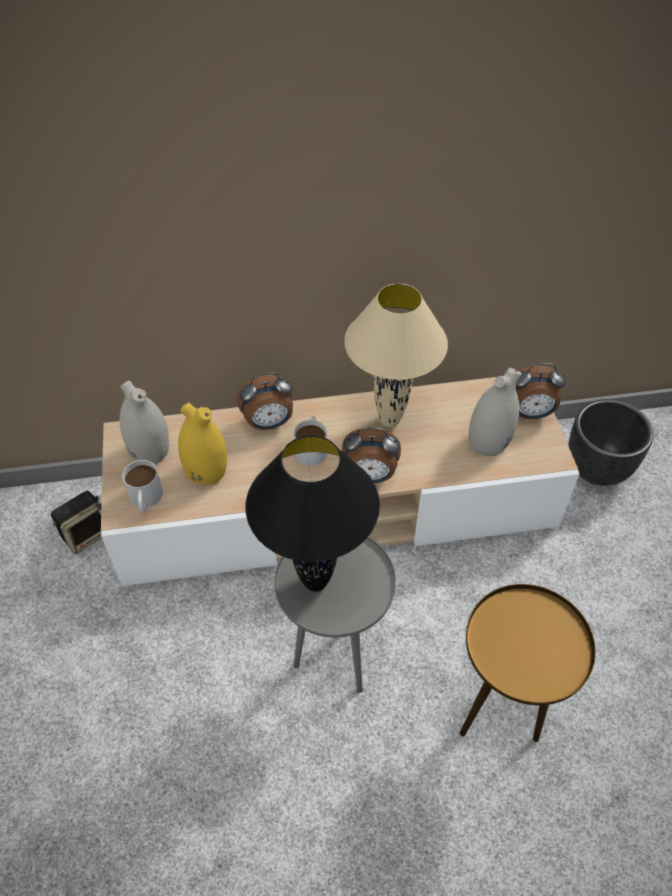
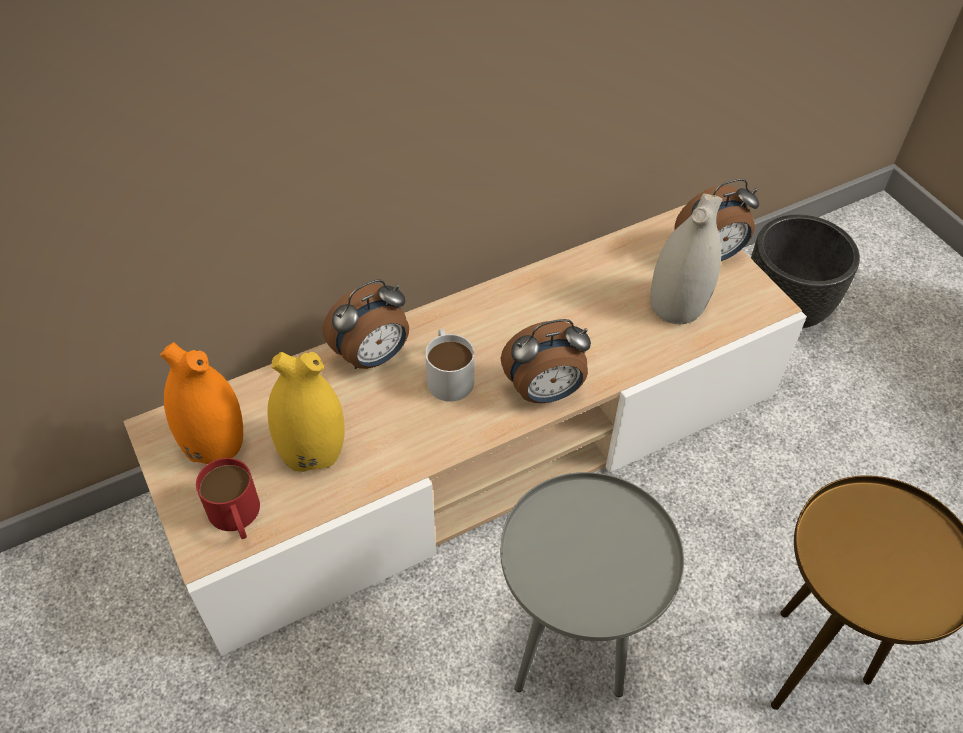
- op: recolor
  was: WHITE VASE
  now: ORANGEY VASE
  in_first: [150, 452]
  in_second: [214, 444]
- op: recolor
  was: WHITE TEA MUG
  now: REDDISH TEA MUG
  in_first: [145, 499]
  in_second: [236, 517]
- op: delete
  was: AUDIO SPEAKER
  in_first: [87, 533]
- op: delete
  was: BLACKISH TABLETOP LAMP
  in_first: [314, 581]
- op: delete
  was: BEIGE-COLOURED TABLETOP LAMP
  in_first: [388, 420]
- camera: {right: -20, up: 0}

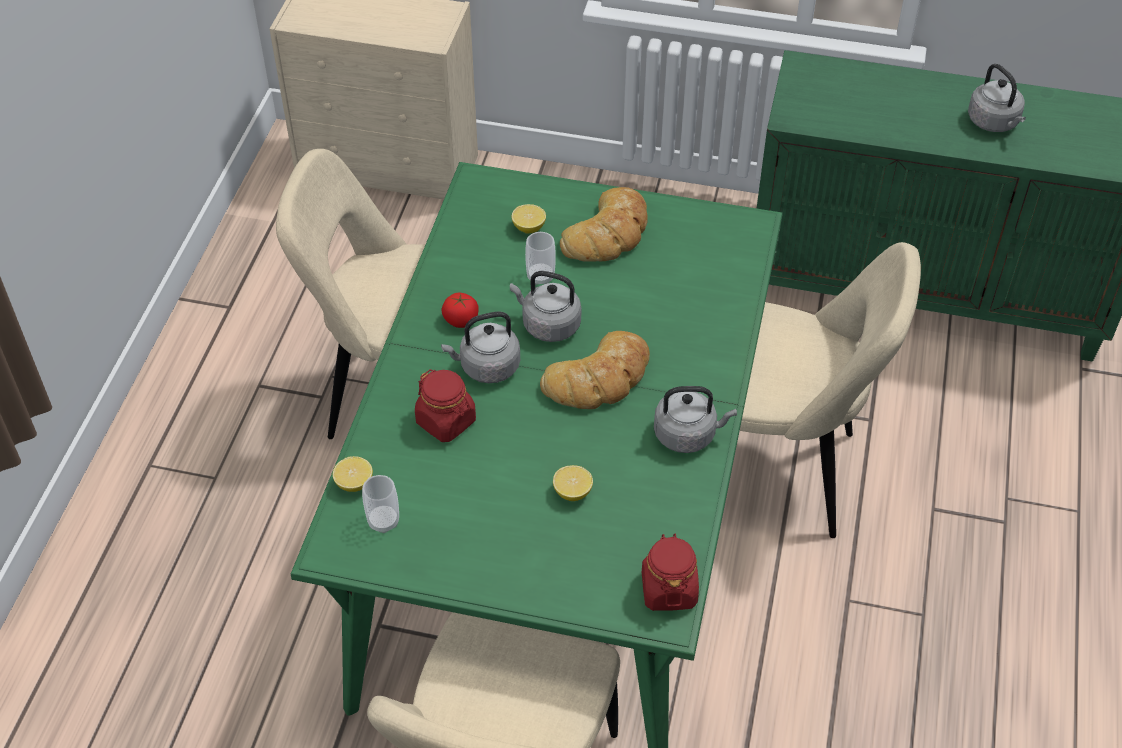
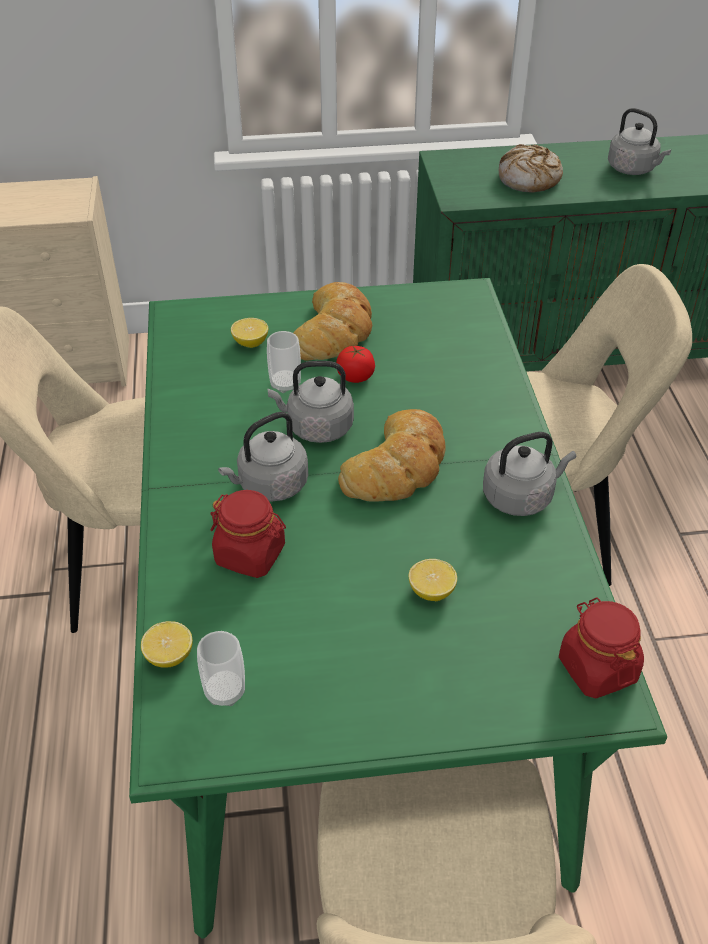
- op: move
  was: FRESH TOMATO
  in_first: [461, 320]
  in_second: [355, 376]
- op: insert
  now: BAKED BREAD
  in_second: [528, 179]
- camera: {right: -20, up: -5}

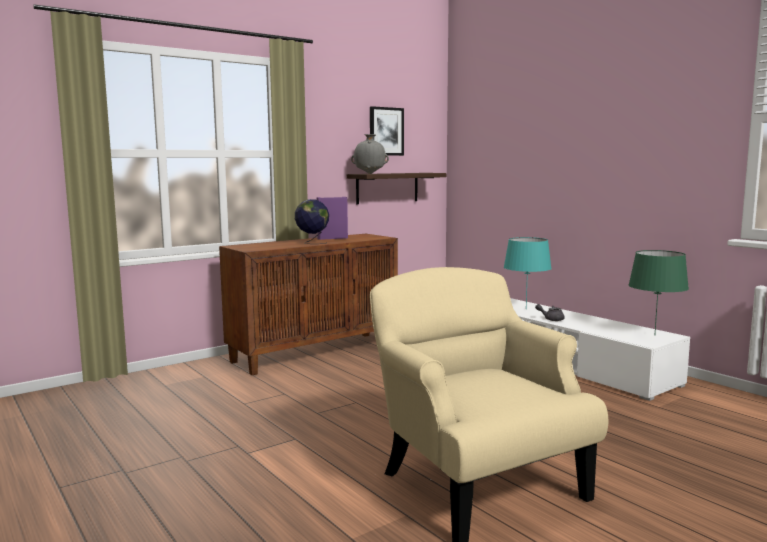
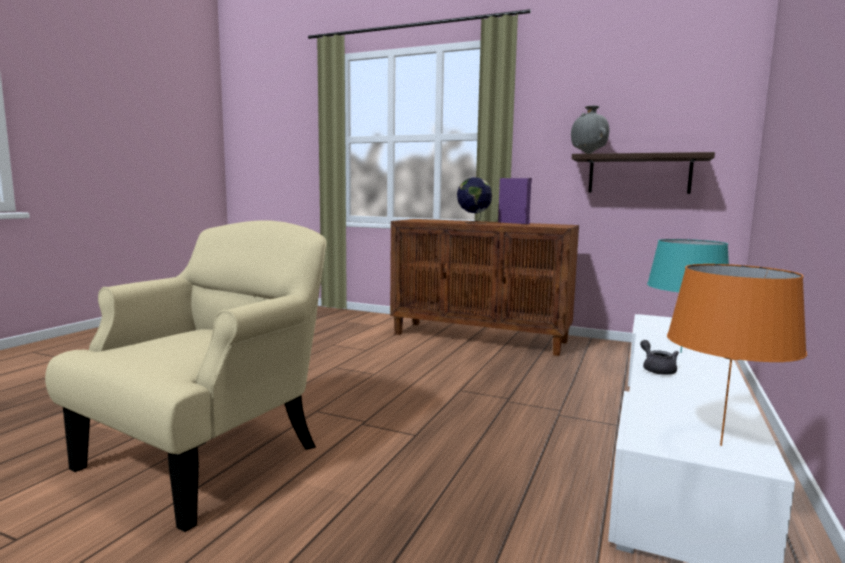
- op: recolor
  was: GREEN-COLOURED TABLETOP LAMP
  now: ORANGEY TABLETOP LAMP
  in_first: [655, 335]
  in_second: [720, 445]
- op: delete
  was: PICTURE
  in_first: [386, 131]
- camera: {right: 60, up: 0}

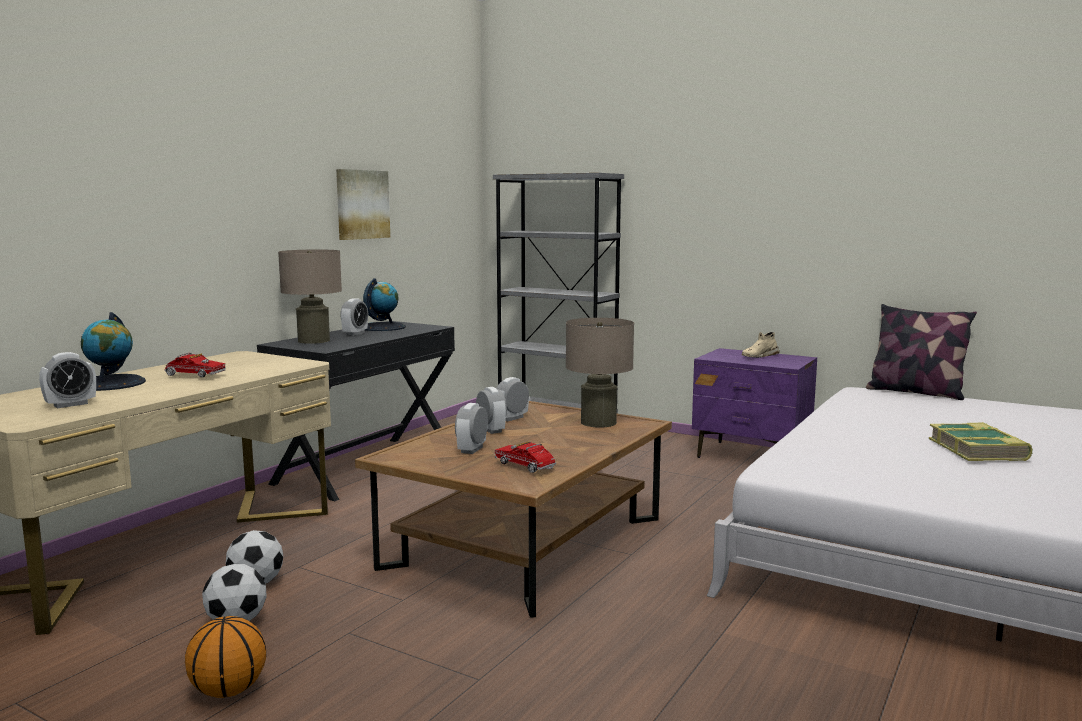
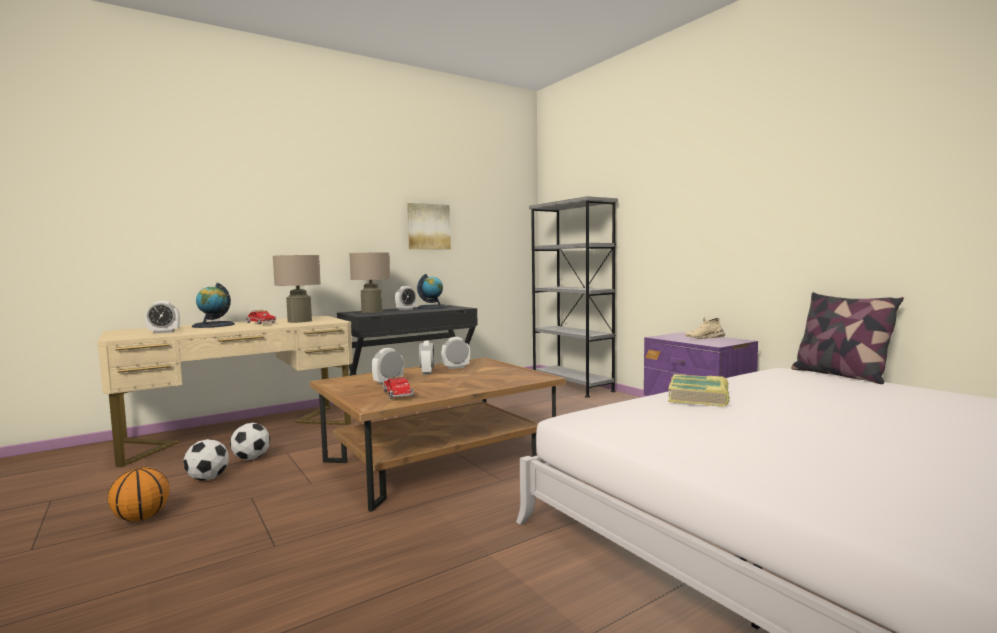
- op: move
  was: BEIGE-COLOURED TABLETOP LAMP
  in_first: [598, 422]
  in_second: [299, 321]
- op: move
  was: BOUND BOOK
  in_first: [978, 450]
  in_second: [699, 397]
- camera: {right: 25, up: -5}

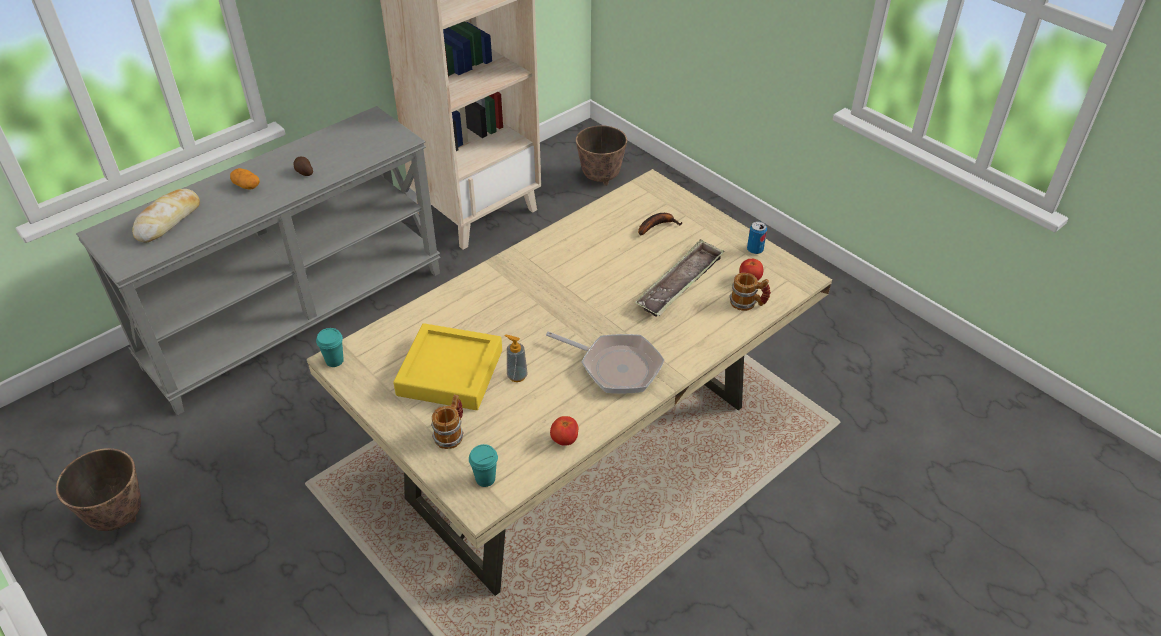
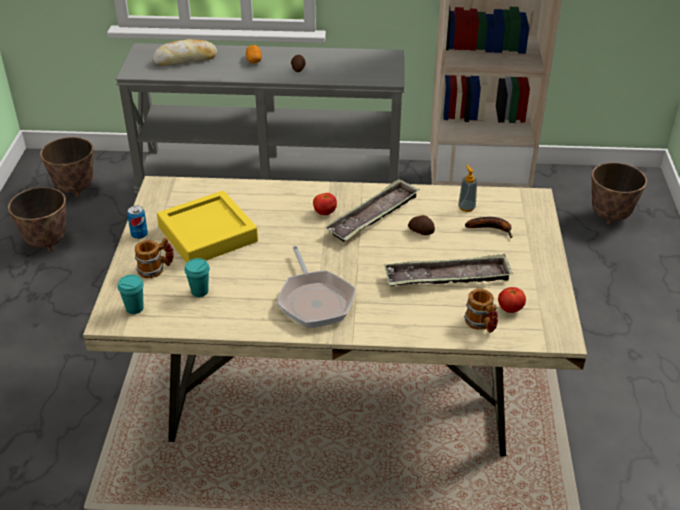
- op: insert
  now: FLOWER POT
  in_second: [75, 189]
- op: move
  was: METAL CAN
  in_first: [755, 250]
  in_second: [139, 234]
- op: move
  was: TURQUOISE SMALL CUP
  in_first: [334, 361]
  in_second: [199, 291]
- op: move
  was: FRESH TOMATO
  in_first: [564, 440]
  in_second: [324, 213]
- op: insert
  now: CARRYING TRAY
  in_second: [373, 216]
- op: insert
  now: POTATO
  in_second: [421, 231]
- op: move
  was: LIQUID SOAP BOTTLE
  in_first: [517, 376]
  in_second: [466, 207]
- camera: {right: 45, up: -5}

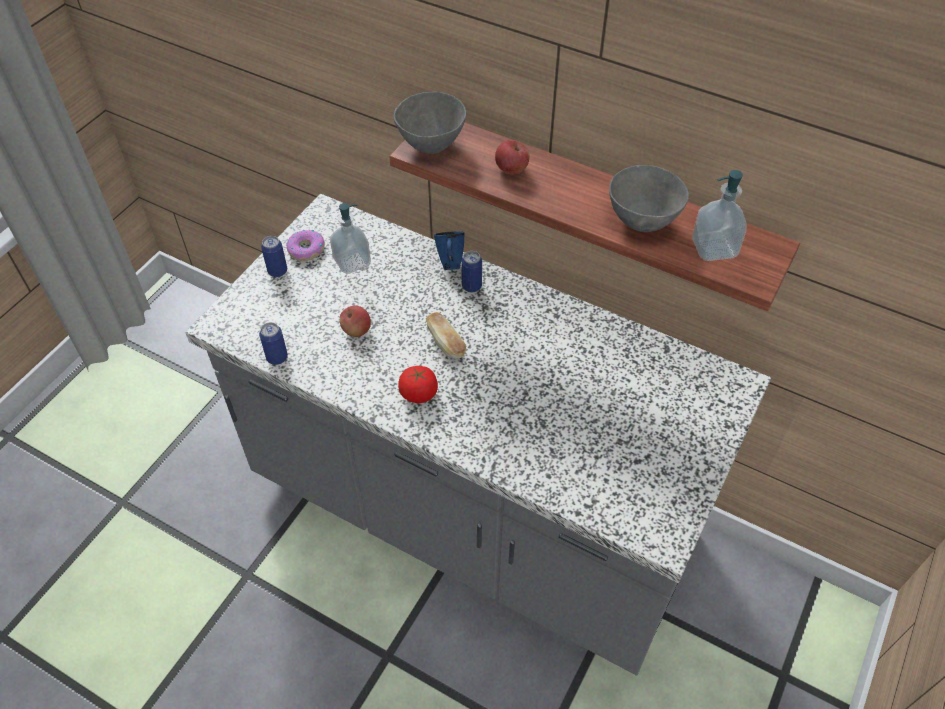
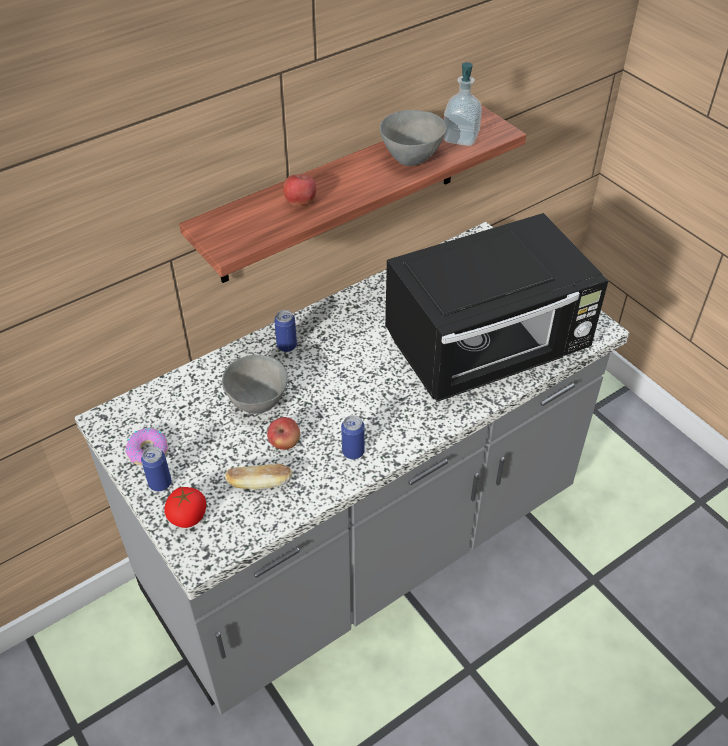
- op: move
  was: FRESH TOMATO
  in_first: [418, 394]
  in_second: [188, 517]
- op: move
  was: GREY SERVING BOWL
  in_first: [431, 146]
  in_second: [258, 403]
- op: move
  was: BAKED BREAD
  in_first: [446, 343]
  in_second: [259, 483]
- op: move
  was: METAL CAN
  in_first: [277, 357]
  in_second: [353, 452]
- op: insert
  now: BLACKISH MICROWAVE OVEN
  in_second: [488, 349]
- op: delete
  was: LIQUID SOAP BOTTLE
  in_first: [352, 262]
- op: delete
  was: BLUE TEA MUG
  in_first: [450, 263]
- camera: {right: -65, up: -5}

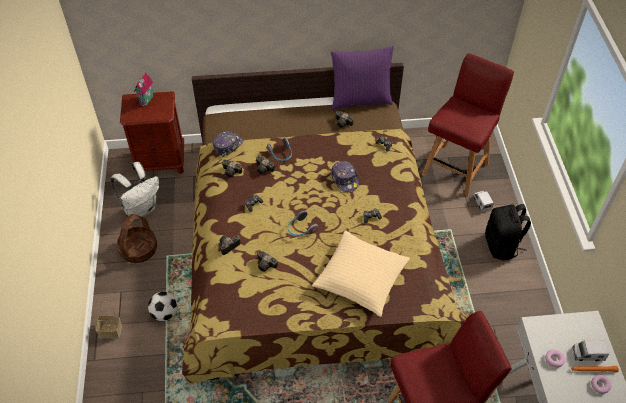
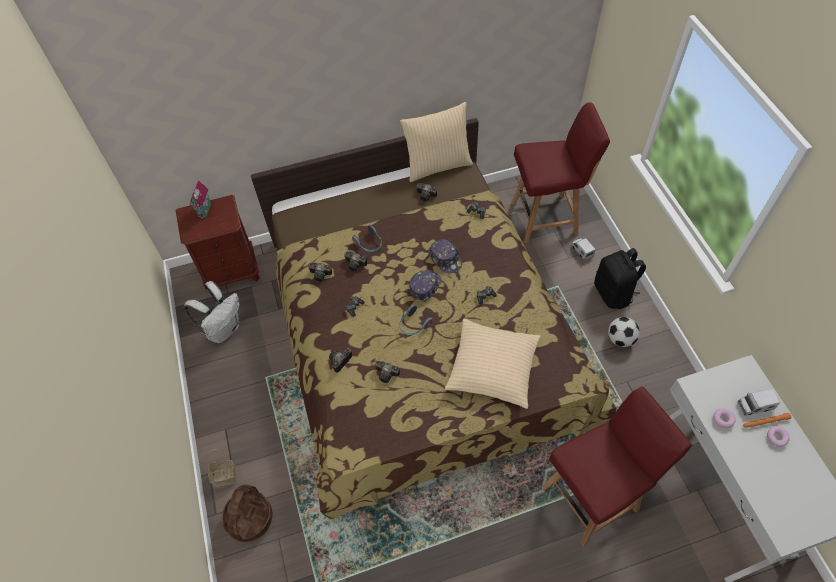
- op: move
  was: HOUSEHOLD BASKET
  in_first: [138, 249]
  in_second: [250, 518]
- op: recolor
  was: PURPLE-COLOURED THROW PILLOW
  now: BEIGE-COLOURED THROW PILLOW
  in_first: [360, 99]
  in_second: [437, 165]
- op: move
  was: PEAKED CAP
  in_first: [227, 145]
  in_second: [424, 286]
- op: rotate
  was: REDDISH UPRIGHT CHAIR
  in_first: [456, 167]
  in_second: [546, 217]
  clockwise: 60
- op: move
  was: FOOTBALL
  in_first: [165, 313]
  in_second: [620, 339]
- camera: {right: -10, up: 5}

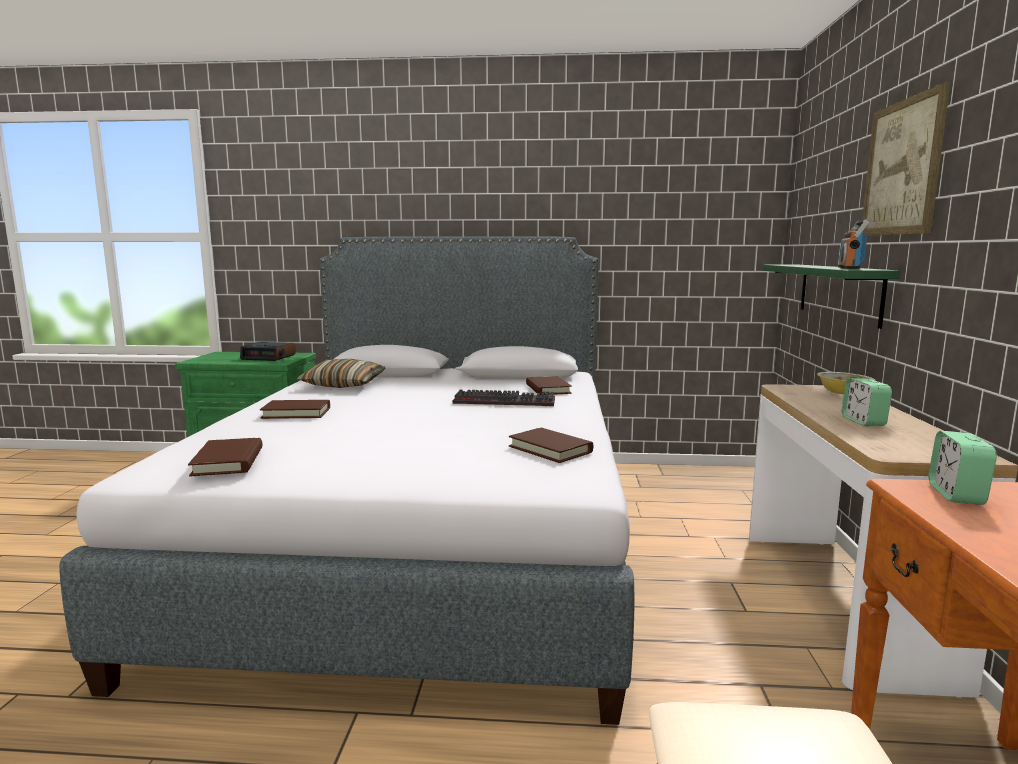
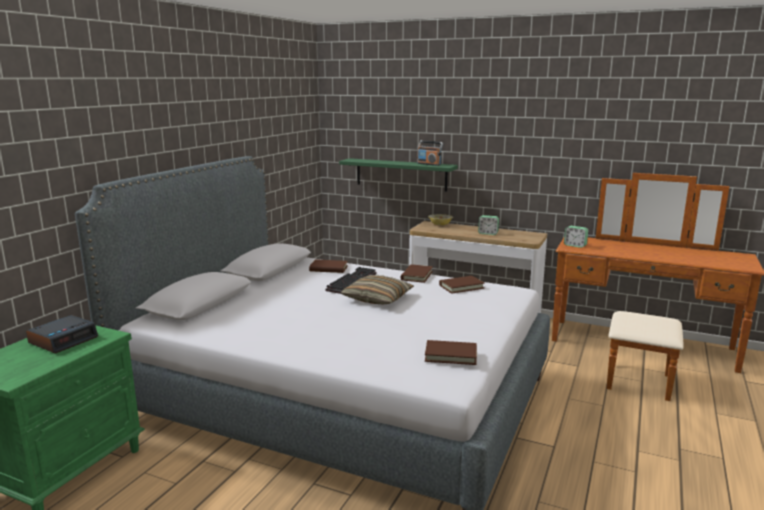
- op: move
  was: THROW PILLOW
  in_first: [344, 384]
  in_second: [377, 298]
- op: move
  was: BROWN BOUND BOOK
  in_first: [296, 413]
  in_second: [416, 276]
- op: delete
  was: PICTURE
  in_first: [902, 168]
- camera: {right: -70, up: 5}

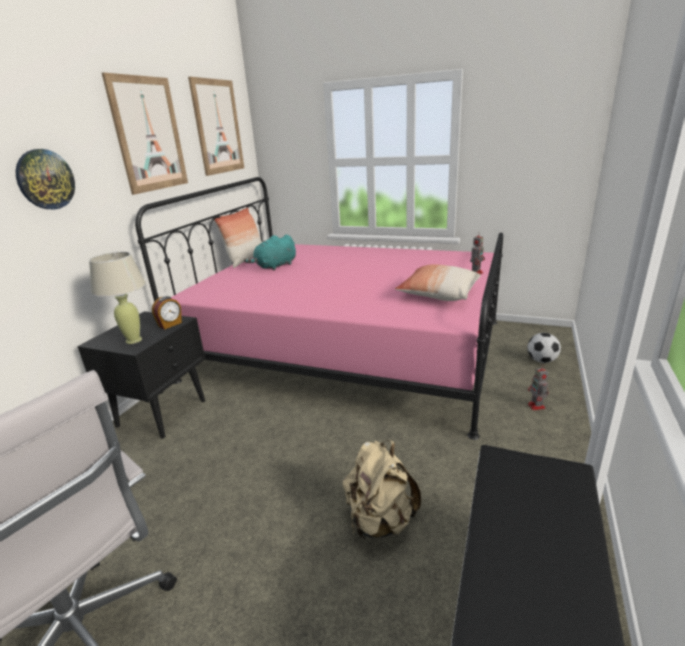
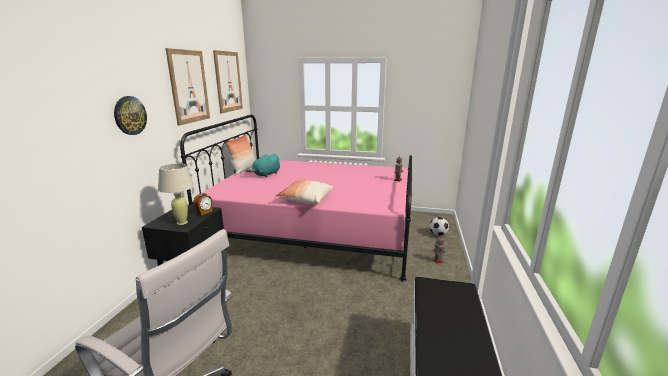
- op: move
  was: THROW PILLOW
  in_first: [438, 295]
  in_second: [305, 199]
- op: delete
  was: BEIGE-COLOURED KNAPSACK
  in_first: [379, 520]
- camera: {right: -10, up: -5}

